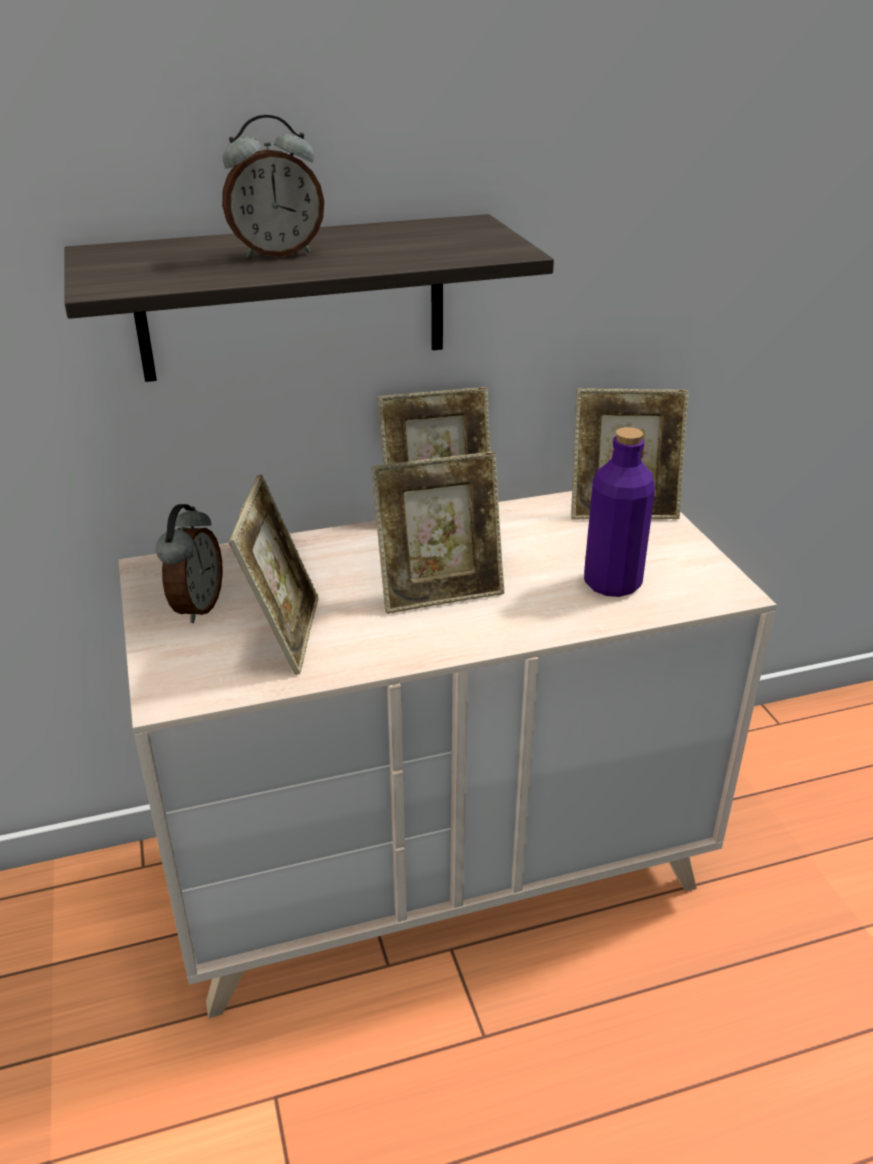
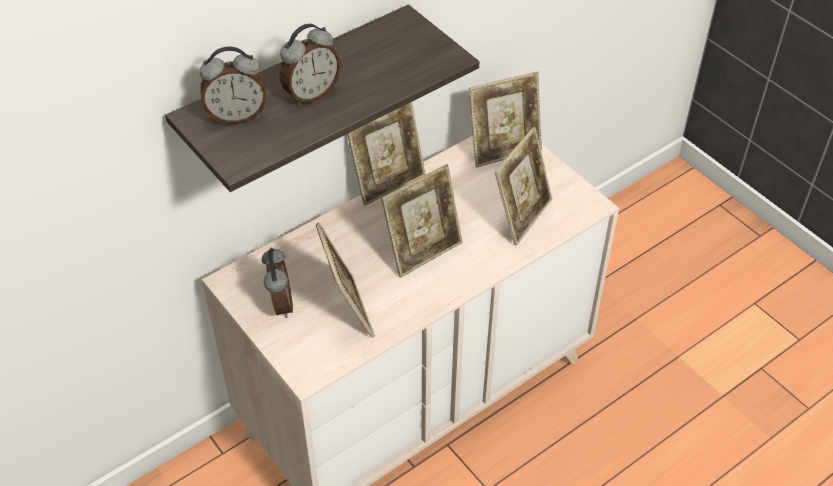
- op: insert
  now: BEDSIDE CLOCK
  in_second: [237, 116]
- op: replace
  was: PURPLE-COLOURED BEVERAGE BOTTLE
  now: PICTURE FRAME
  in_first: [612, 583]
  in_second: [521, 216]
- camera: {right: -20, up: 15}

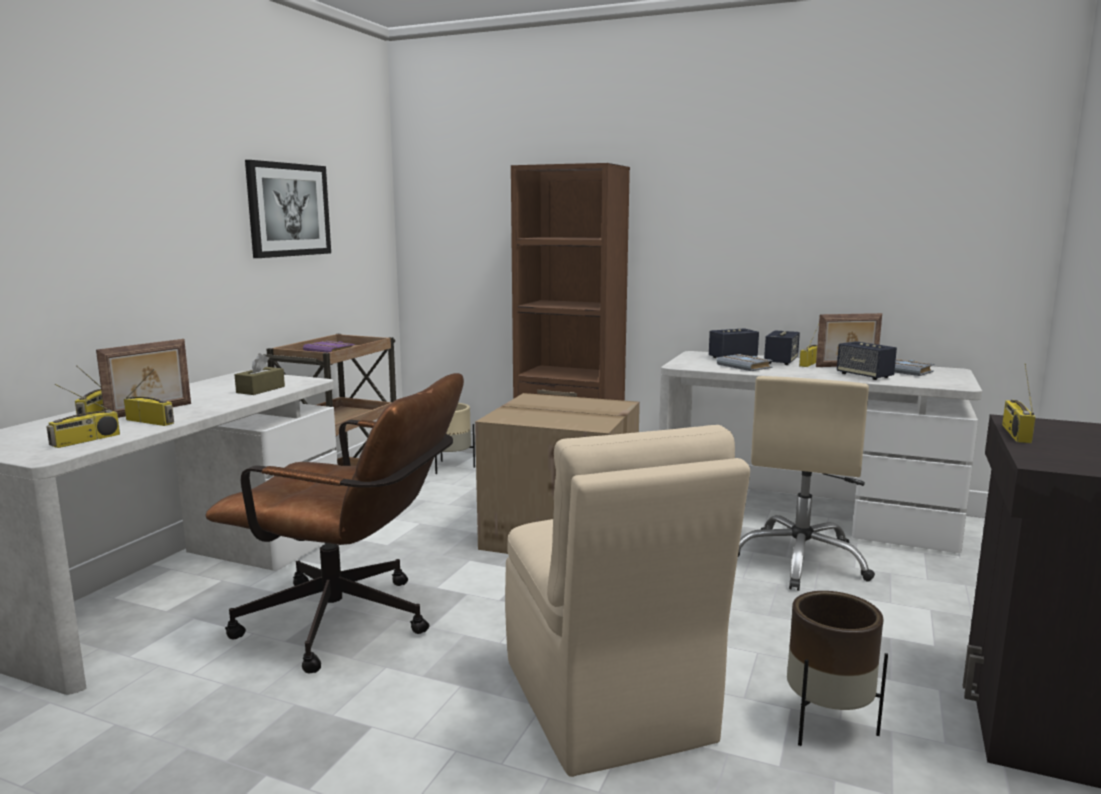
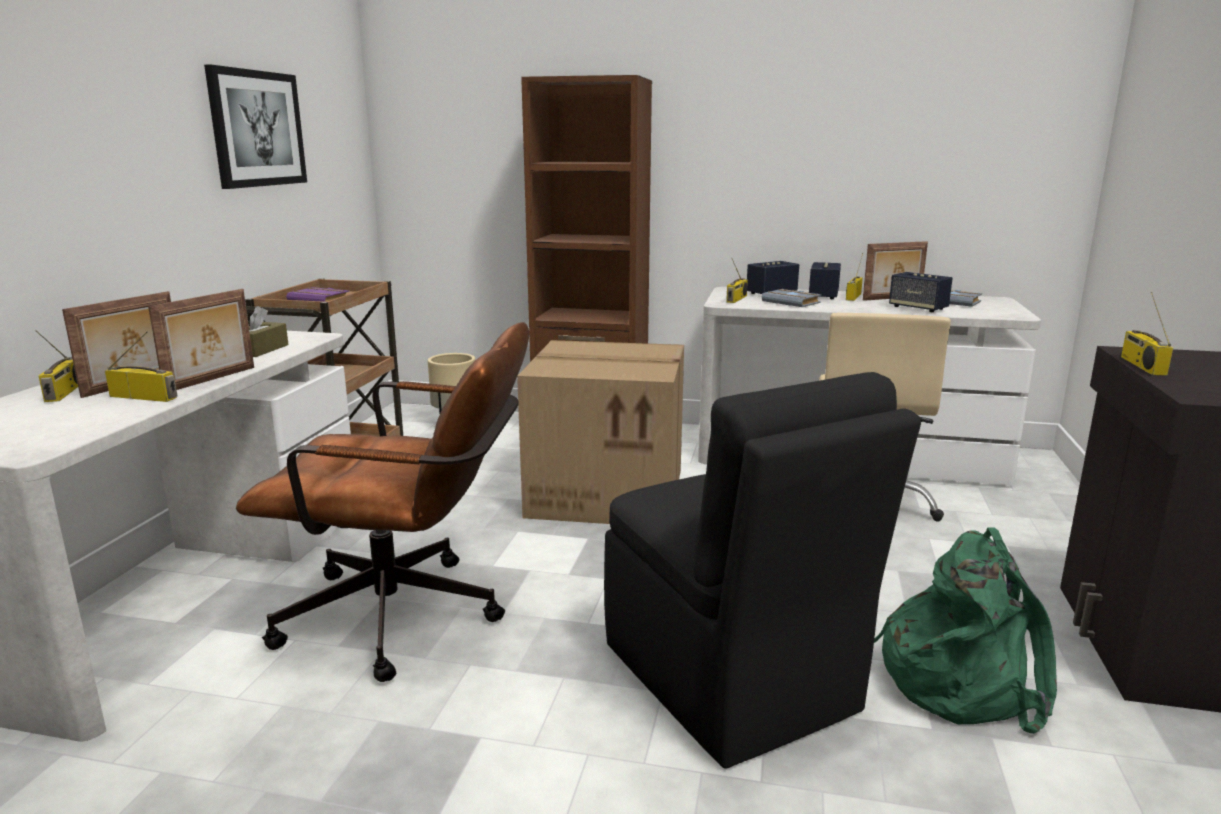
- op: insert
  now: PICTURE FRAME
  in_second: [212, 380]
- op: recolor
  was: BEIGE-COLOURED UPRIGHT CHAIR
  now: BLACKISH UPRIGHT CHAIR
  in_first: [607, 704]
  in_second: [731, 681]
- op: move
  was: RADIO RECEIVER
  in_first: [85, 440]
  in_second: [737, 299]
- op: replace
  was: BROWN FLOWER POT
  now: GREEN-COLOURED KNAPSACK
  in_first: [827, 725]
  in_second: [961, 679]
- camera: {right: -10, up: 5}

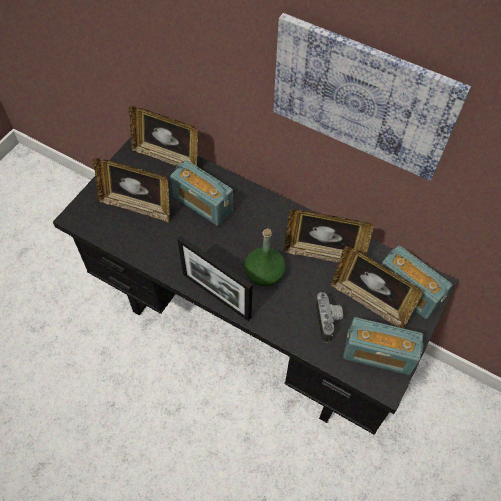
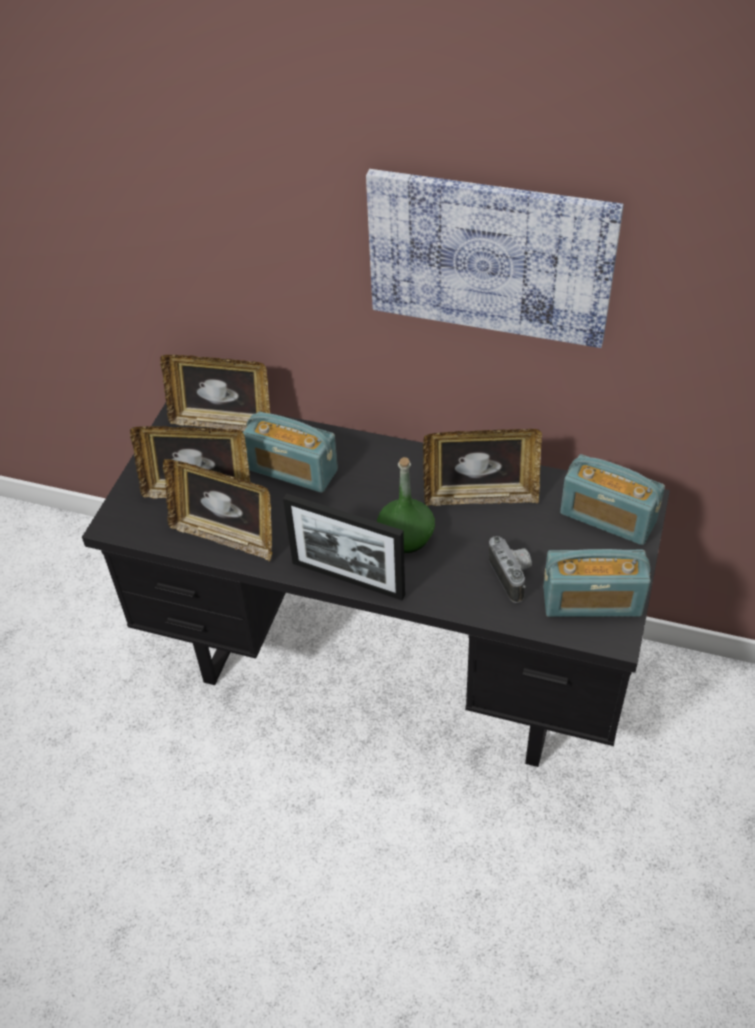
- op: move
  was: PICTURE FRAME
  in_first: [369, 301]
  in_second: [225, 536]
- camera: {right: -10, up: -10}

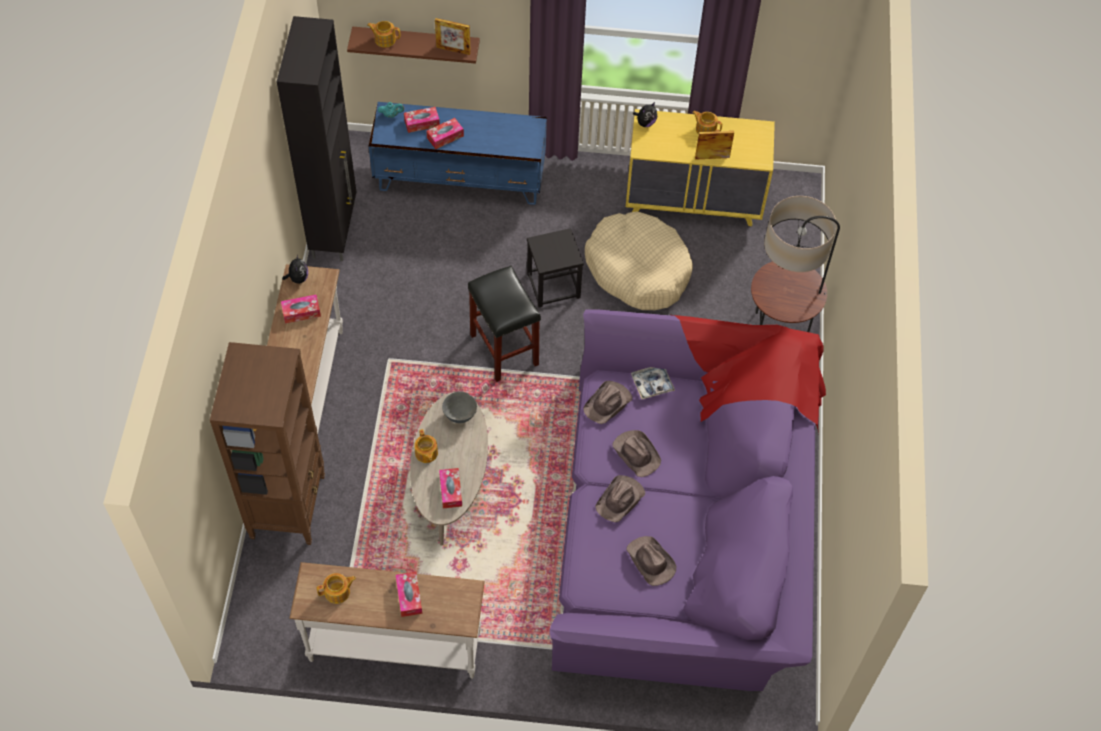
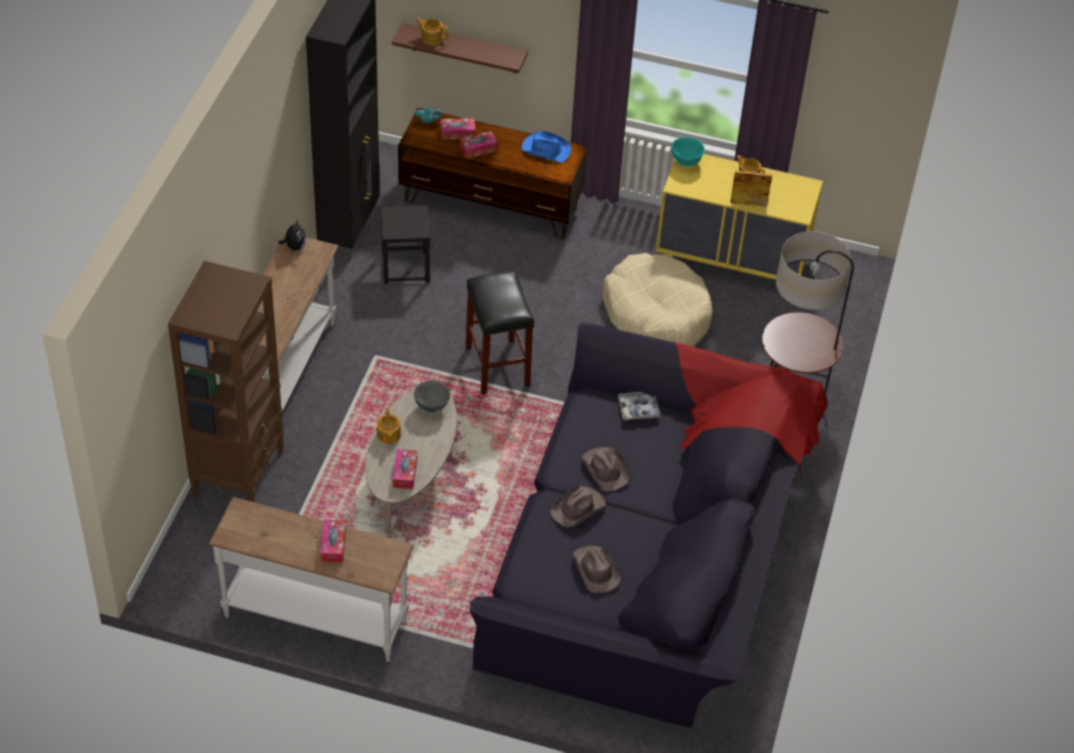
- op: move
  was: BLACKISH STOOL
  in_first: [553, 285]
  in_second: [405, 267]
- op: recolor
  was: BLUE MEDIA CONSOLE
  now: BROWN MEDIA CONSOLE
  in_first: [460, 179]
  in_second: [491, 204]
- op: recolor
  was: PURPLE-COLOURED SETTEE
  now: BLACKISH SETTEE
  in_first: [684, 519]
  in_second: [648, 553]
- op: insert
  now: BLUE CLOTHING HAT
  in_second: [545, 149]
- op: replace
  was: SOFT TOY
  now: TURQUOISE SERVING BOWL
  in_first: [645, 123]
  in_second: [686, 162]
- op: delete
  was: BOX OF TISSUES
  in_first: [301, 312]
- op: delete
  was: POT FOR TEA
  in_first: [338, 592]
- op: delete
  was: PICTURE FRAME
  in_first: [453, 50]
- op: delete
  was: BROWN CLOTHING HAT
  in_first: [608, 403]
- camera: {right: 10, up: -10}

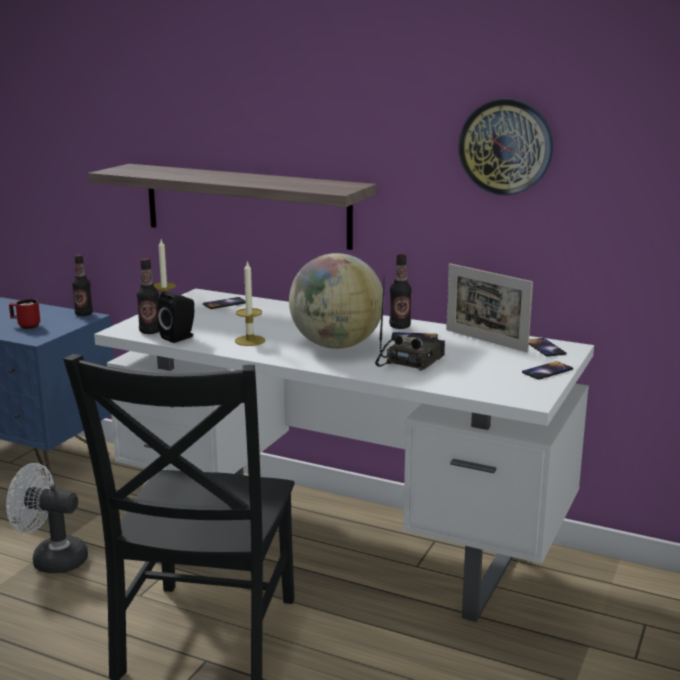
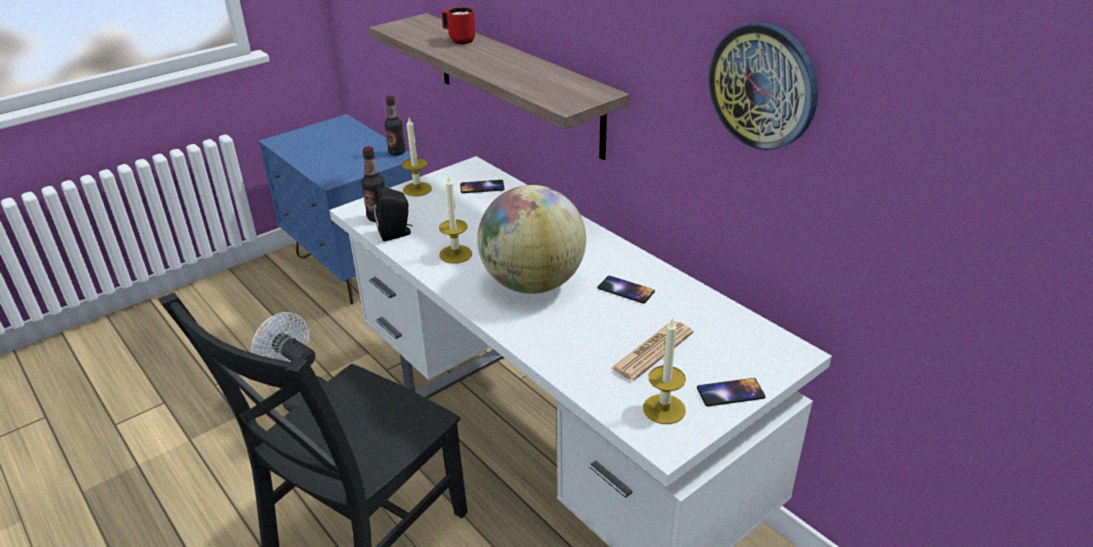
- op: move
  was: REDDISH TEA MUG
  in_first: [25, 326]
  in_second: [459, 40]
- op: insert
  now: DAILY PAPER
  in_second: [652, 351]
- op: insert
  now: WAX CANDLE
  in_second: [664, 409]
- op: delete
  was: RADIO RECEIVER
  in_first: [409, 360]
- op: delete
  was: BEVERAGE BOTTLE
  in_first: [399, 326]
- op: delete
  was: PICTURE FRAME
  in_first: [485, 340]
- op: delete
  was: HANDSET
  in_first: [545, 348]
- camera: {right: 25, up: 15}

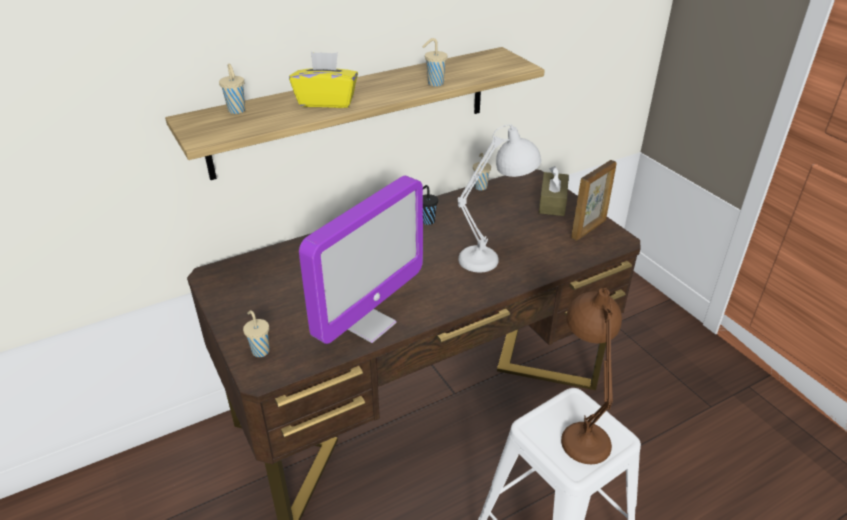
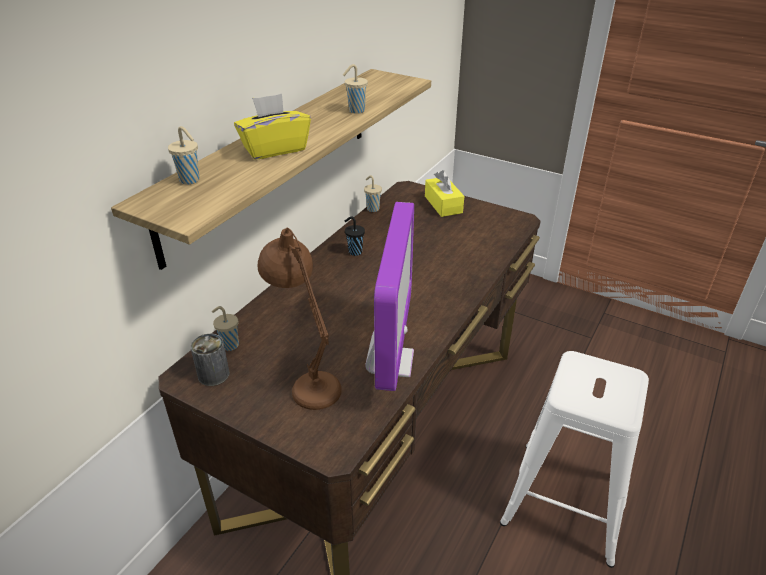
- op: insert
  now: METAL CAN
  in_second: [213, 374]
- op: move
  was: BEIGE-COLOURED SMALL CUP
  in_first: [260, 350]
  in_second: [229, 345]
- op: move
  was: BROWN TABLETOP LAMP
  in_first: [581, 426]
  in_second: [307, 378]
- op: recolor
  was: BROWN BOX OF TISSUES
  now: YELLOW-COLOURED BOX OF TISSUES
  in_first: [552, 202]
  in_second: [443, 204]
- op: delete
  was: WHITE TABLETOP LAMP
  in_first: [494, 257]
- op: delete
  was: PICTURE FRAME
  in_first: [589, 229]
- camera: {right: -30, up: 0}

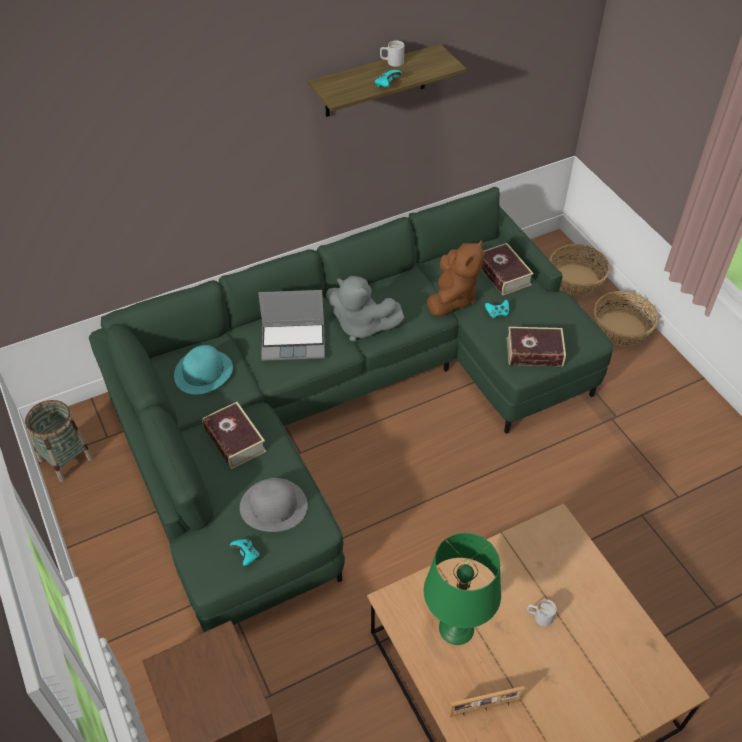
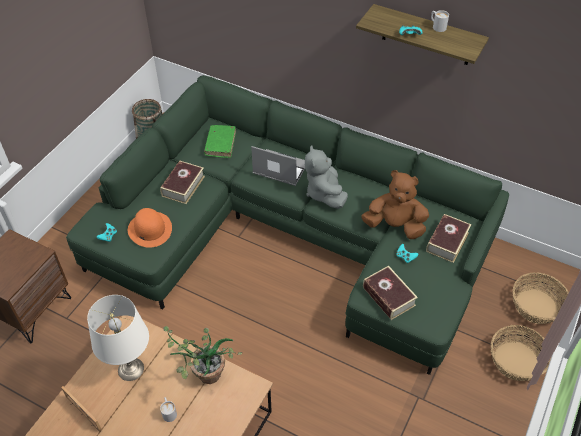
- op: recolor
  was: GREEN-COLOURED TABLETOP LAMP
  now: WHITE TABLETOP LAMP
  in_first: [456, 628]
  in_second: [131, 369]
- op: recolor
  was: GREY CLOTHING HAT
  now: ORANGEY CLOTHING HAT
  in_first: [273, 506]
  in_second: [149, 229]
- op: insert
  now: HOUSEPLANT
  in_second: [203, 374]
- op: replace
  was: TURQUOISE CLOTHING HAT
  now: GREEN-COLOURED BOUND BOOK
  in_first: [203, 372]
  in_second: [220, 144]
- op: rotate
  was: LAPTOP
  in_first: [294, 341]
  in_second: [279, 169]
  clockwise: 150
- op: rotate
  was: BROWN SOFT TOY
  in_first: [452, 298]
  in_second: [395, 226]
  clockwise: -150
- camera: {right: 55, up: 0}

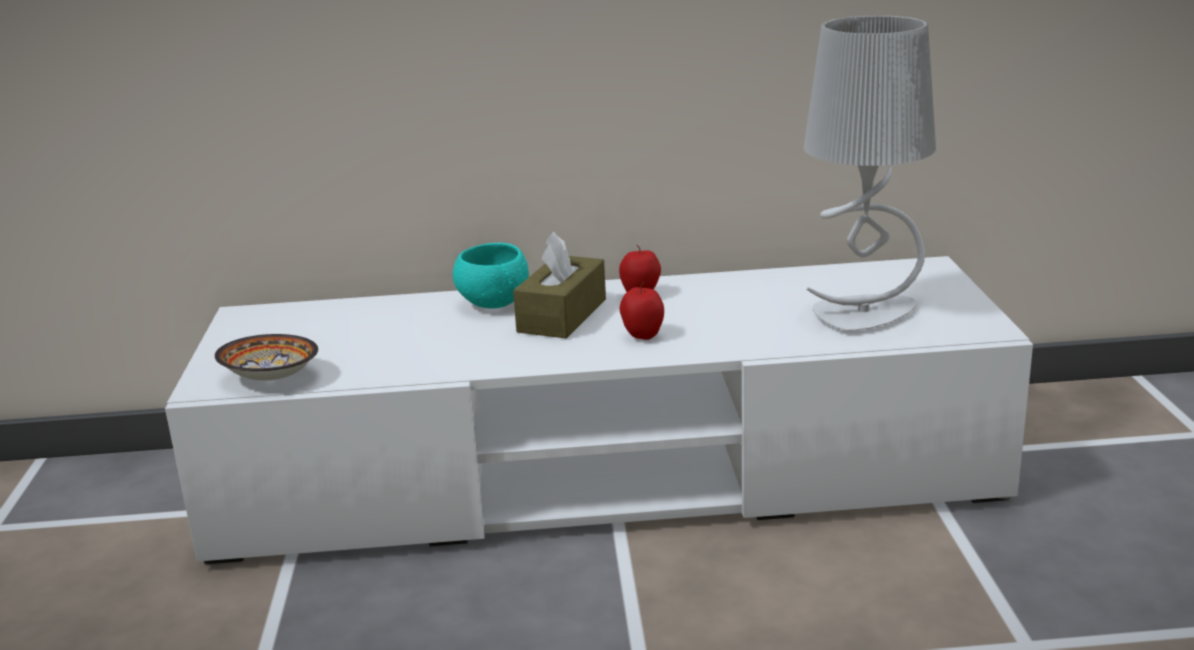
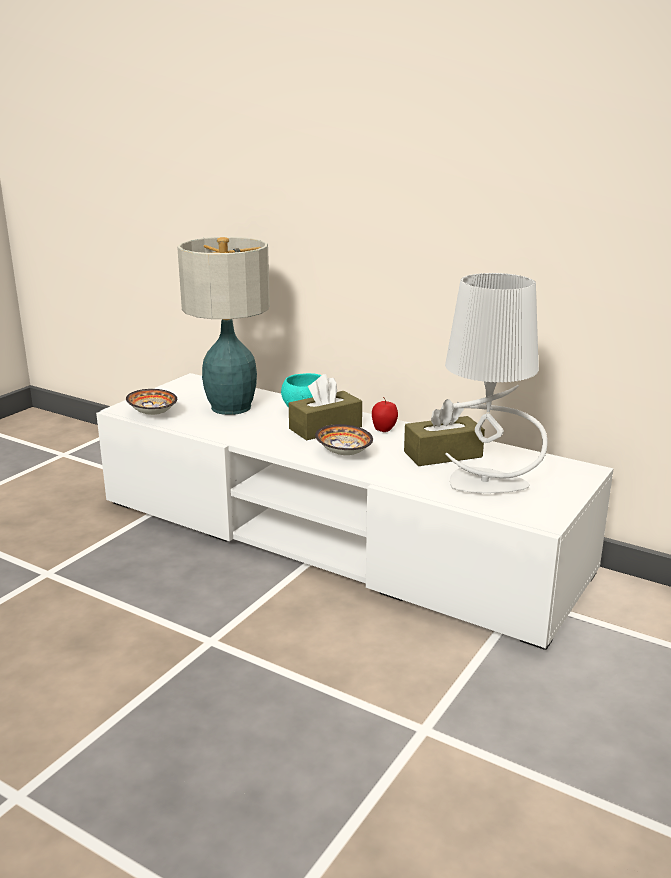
- op: insert
  now: TABLETOP LAMP
  in_second: [231, 407]
- op: replace
  was: APPLE FRUIT
  now: SERVING BOWL
  in_first: [642, 336]
  in_second: [344, 452]
- op: insert
  now: BROWN BOX OF TISSUES
  in_second: [443, 454]
- camera: {right: 35, up: 0}

